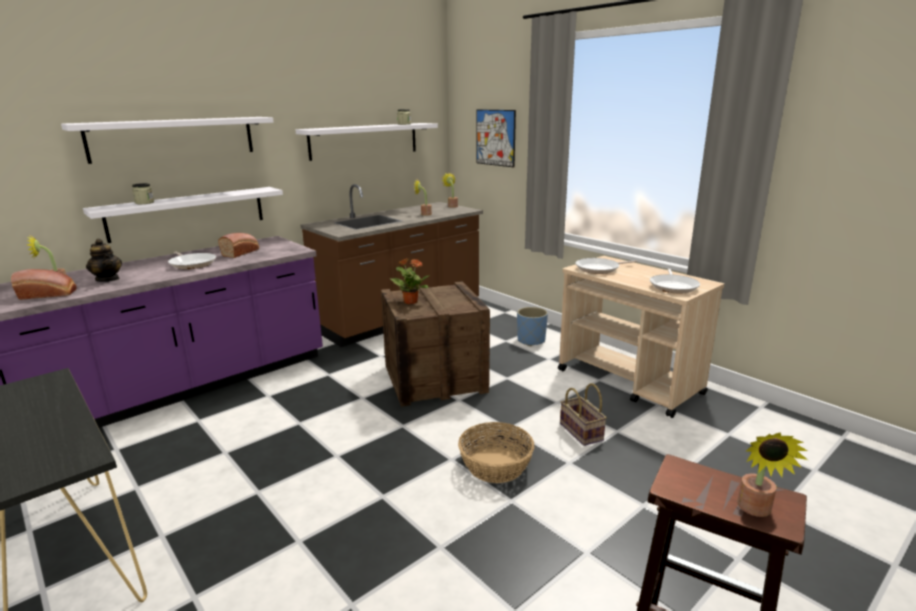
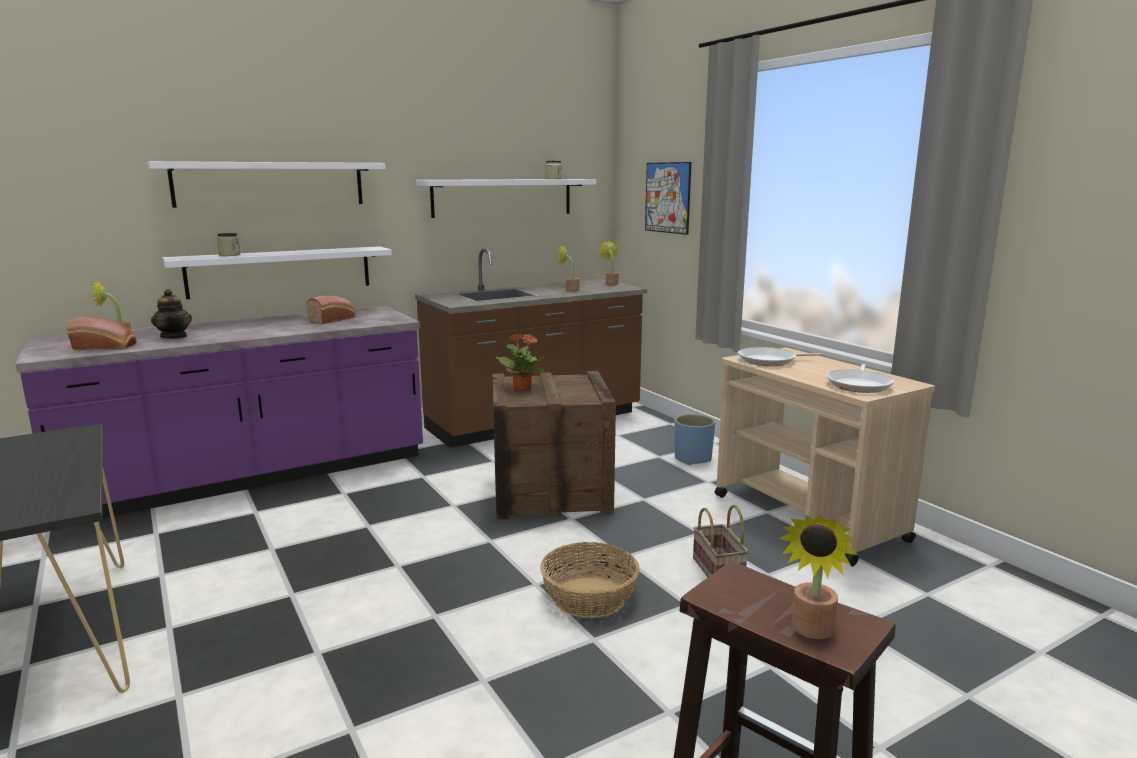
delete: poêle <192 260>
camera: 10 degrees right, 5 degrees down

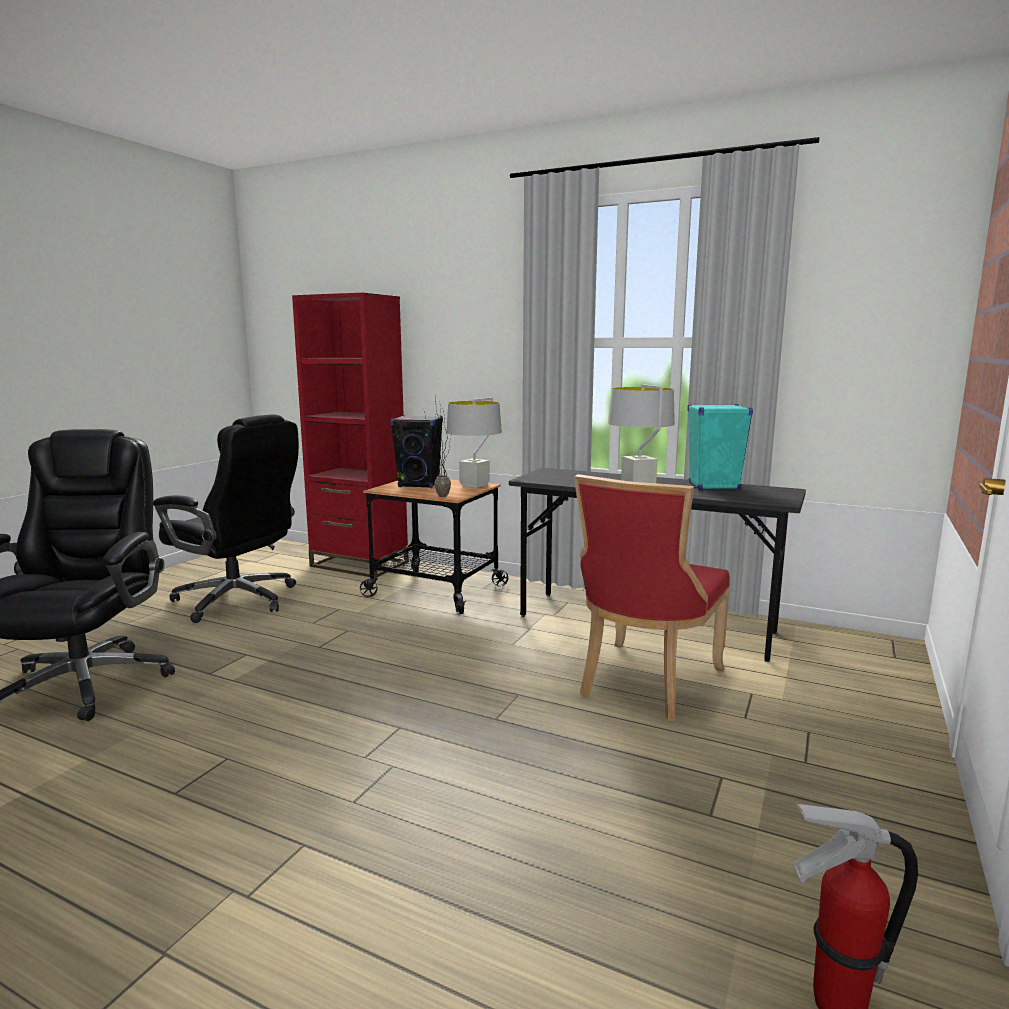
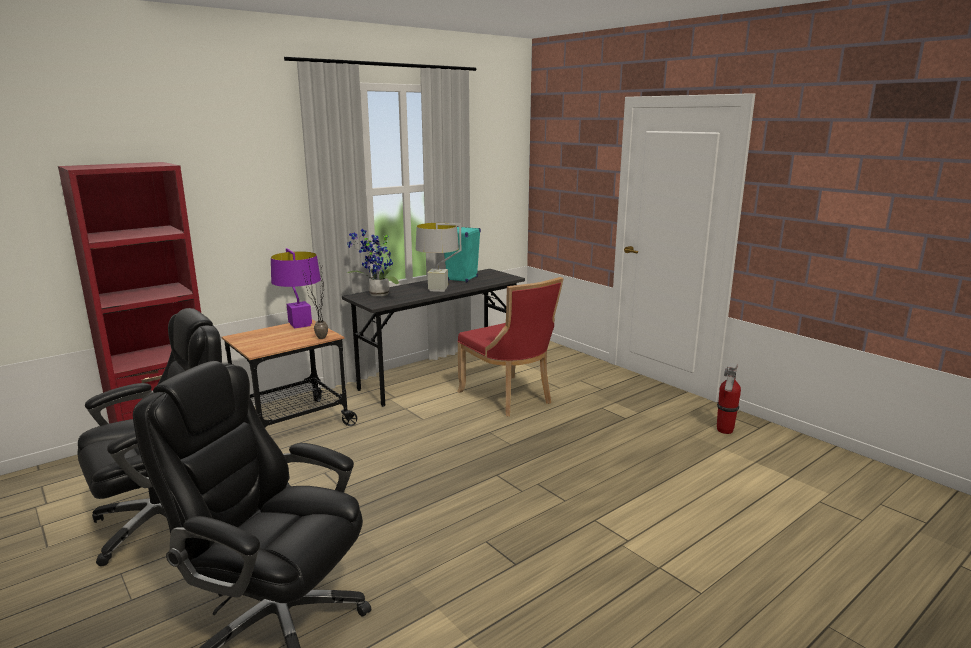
delete: enceinte (noir) <417 451>
insert: plante en pot <373 262>
recolor: lampe de table (gris) <474 442> to lampe de table (violet) <296 288>
camera: 65 degrees left, 5 degrees up

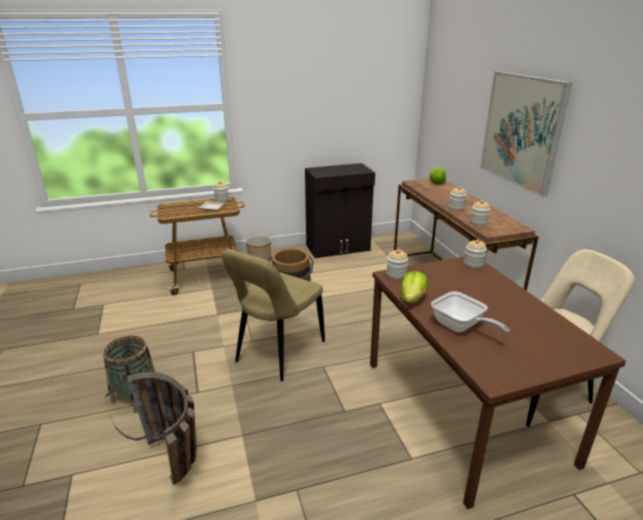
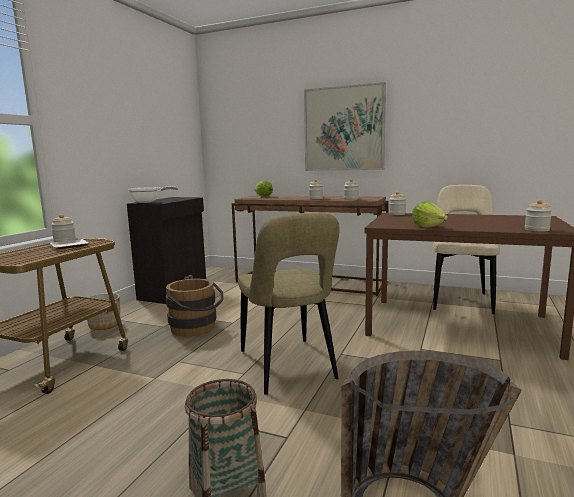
move: bocal <397 264> to <538 216>; poêle <470 312> to <153 194>
camera: 50 degrees left, 15 degrees down

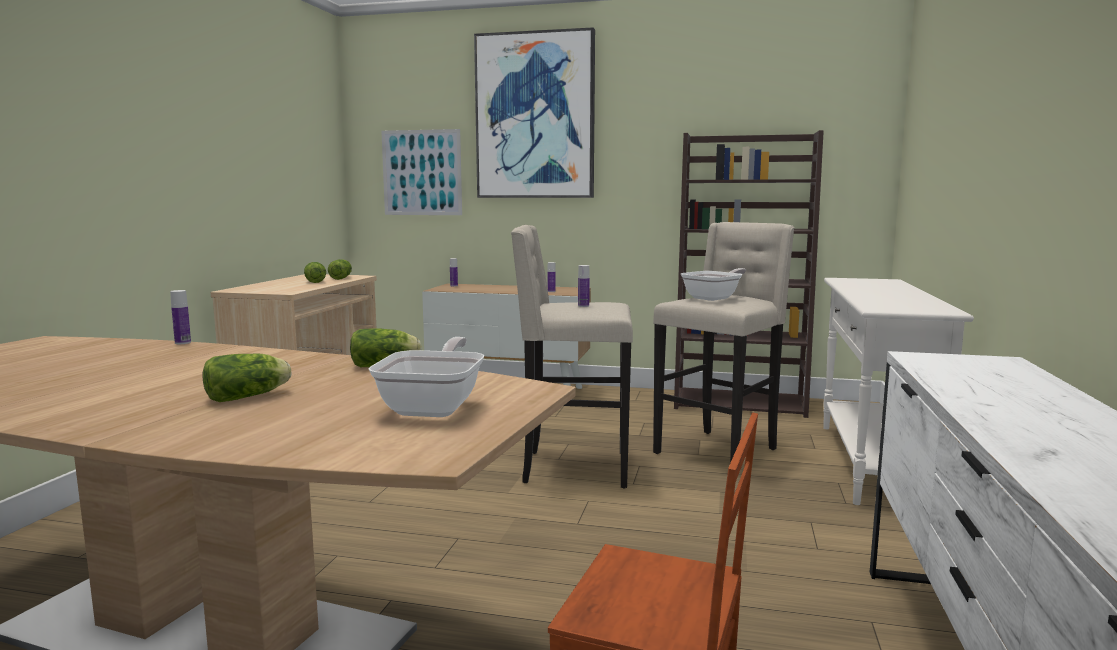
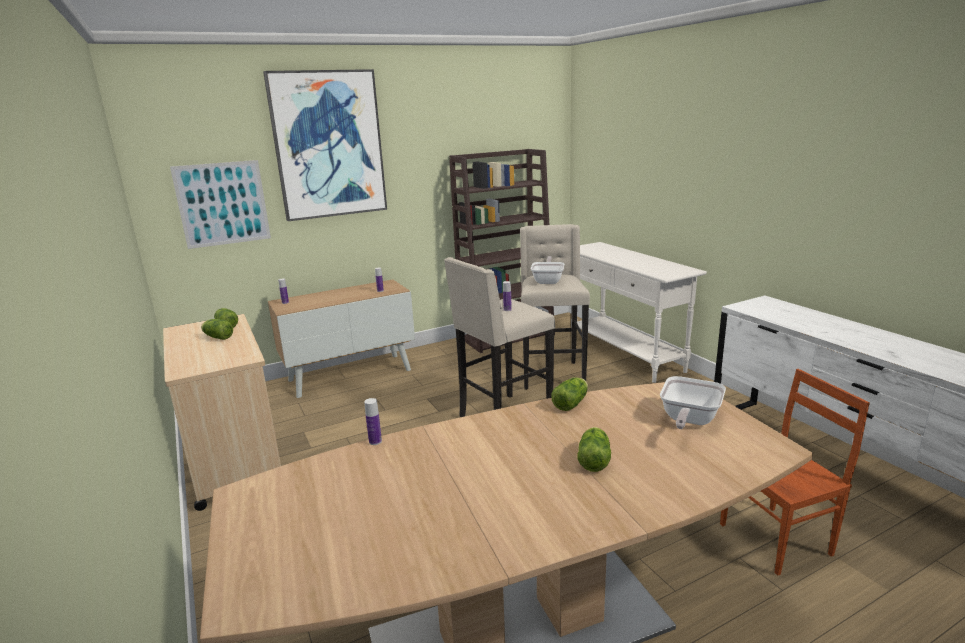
rotate: poêle <426 377> = <693 402> 120 degrees counterclockwise
camera: 40 degrees left, 10 degrees up

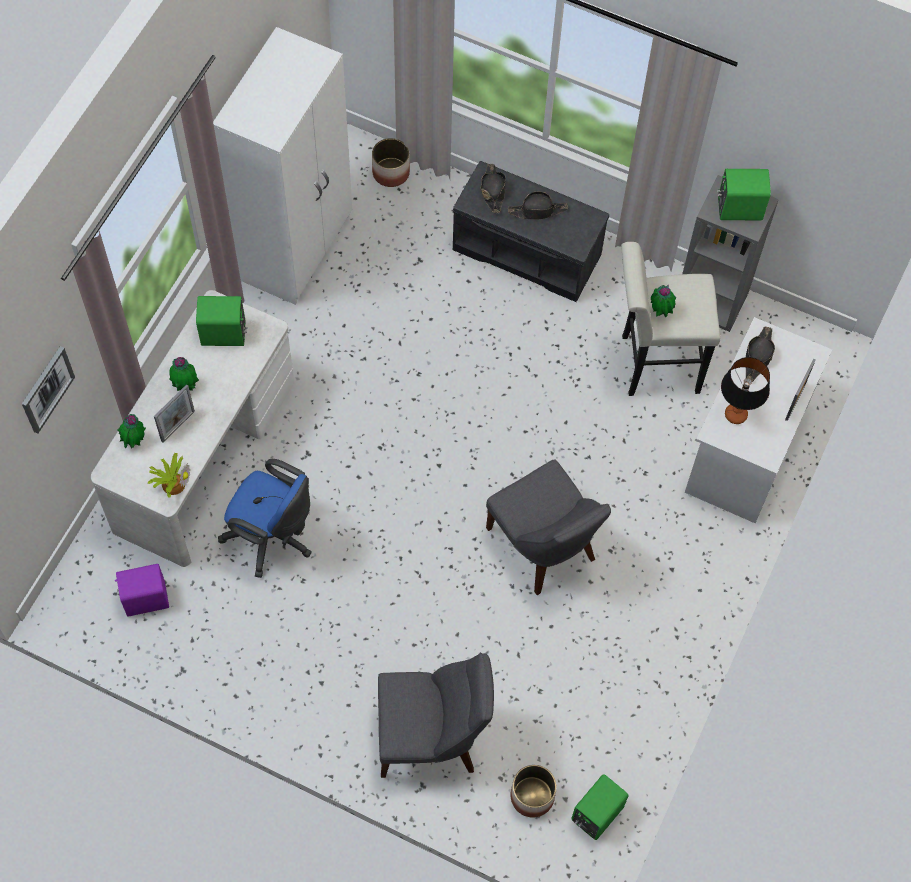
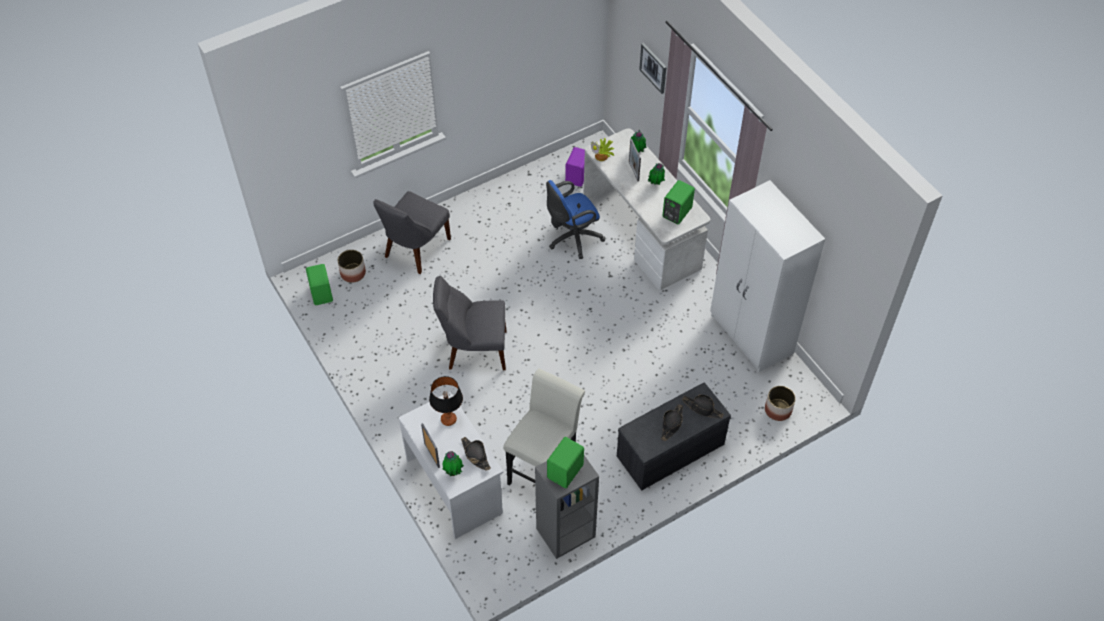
move: plante en pot <663 301> to <453 463>
camera: 125 degrees right, 10 degrees down

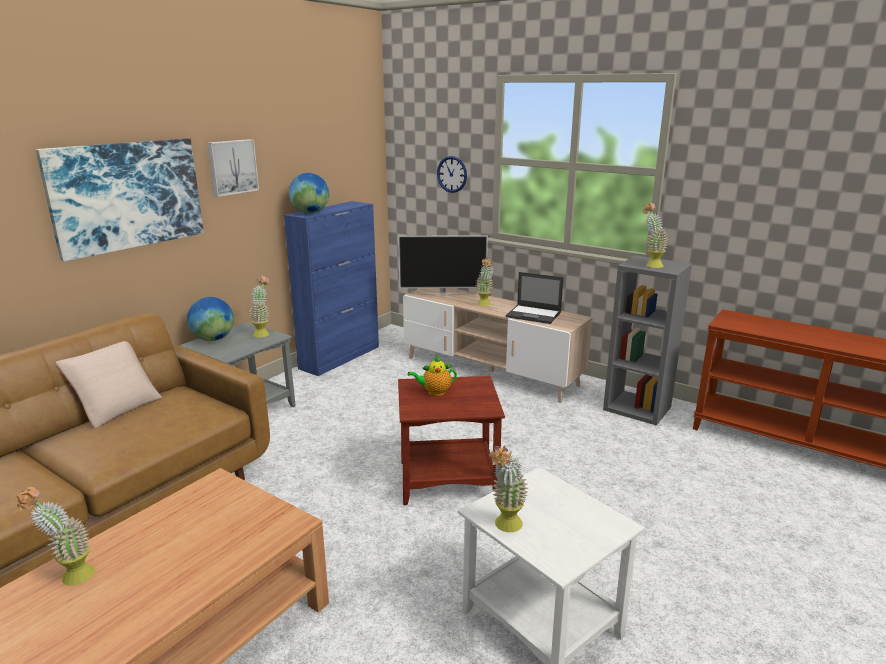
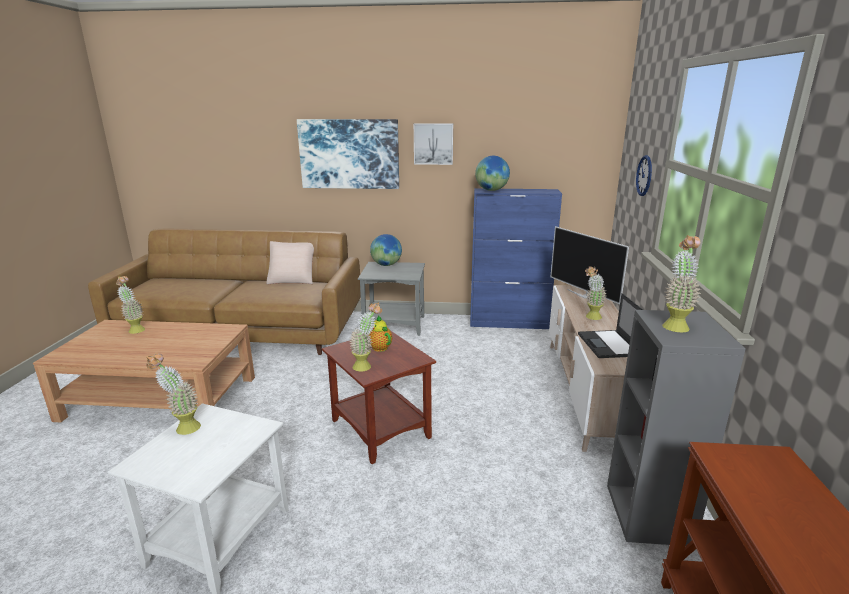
move: plante en pot <259 306> to <365 336>
camera: 60 degrees right, 0 degrees up

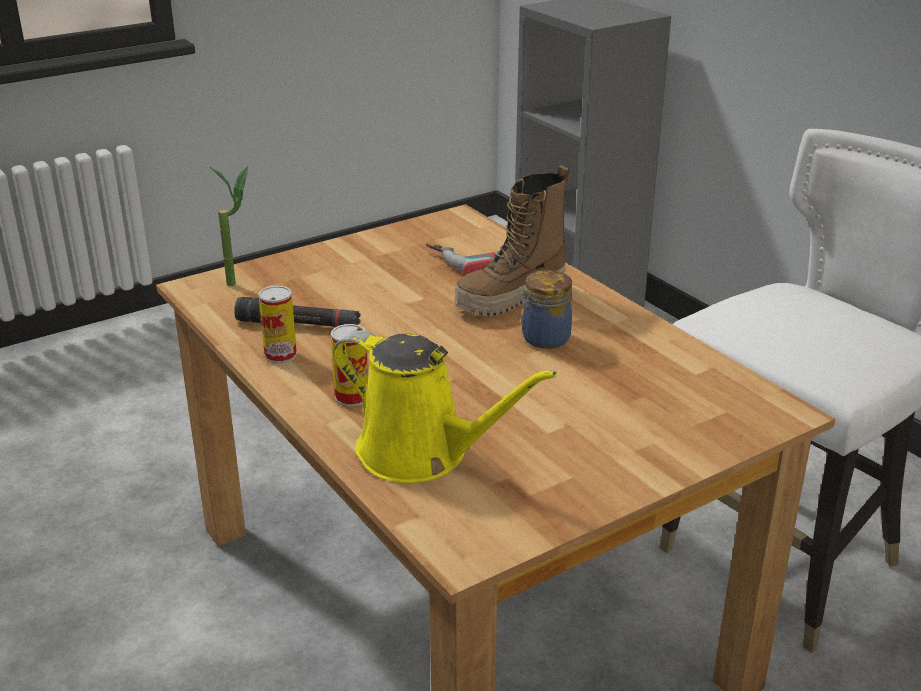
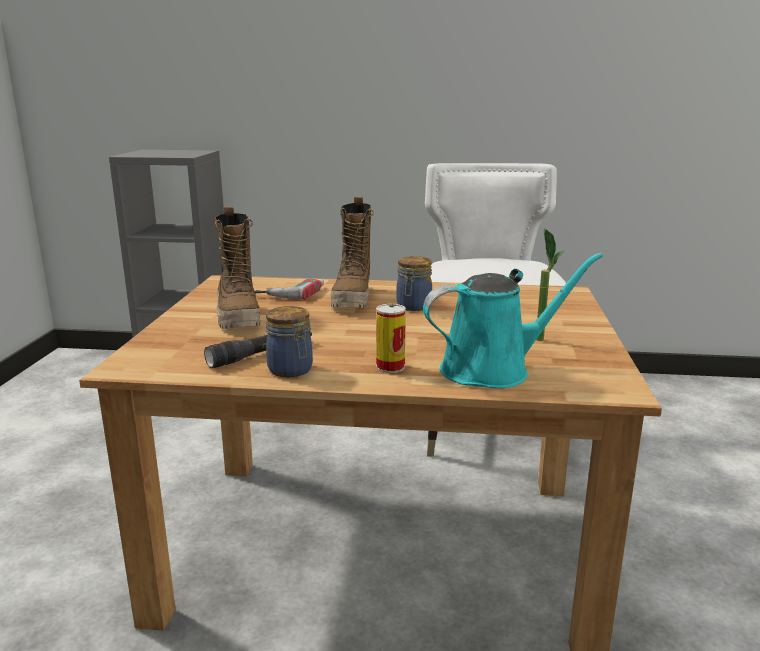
insert: botte <238 267>
move: plante en pot <229 226> to <550 285>
replace: boîte métallique <277 325> to bocal <289 342>
recolor: arrosoir (jaune) <445 406> to arrosoir (turquoise) <513 320>
camera: 50 degrees left, 10 degrees down

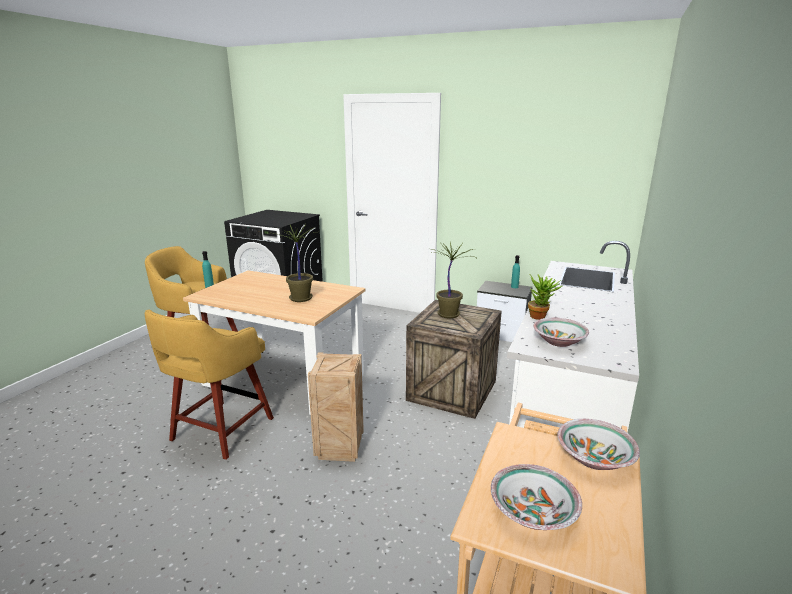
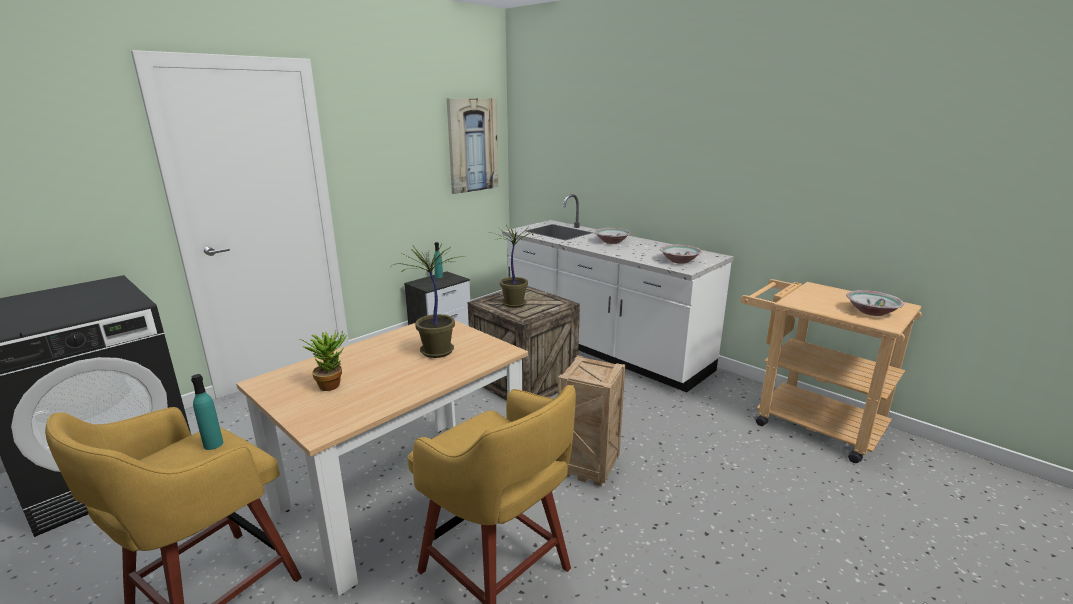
insert: tableau <472 146>
move: plante en pot <545 297> to <323 361>; bol <598 444> to <612 236>
camera: 70 degrees left, 0 degrees up

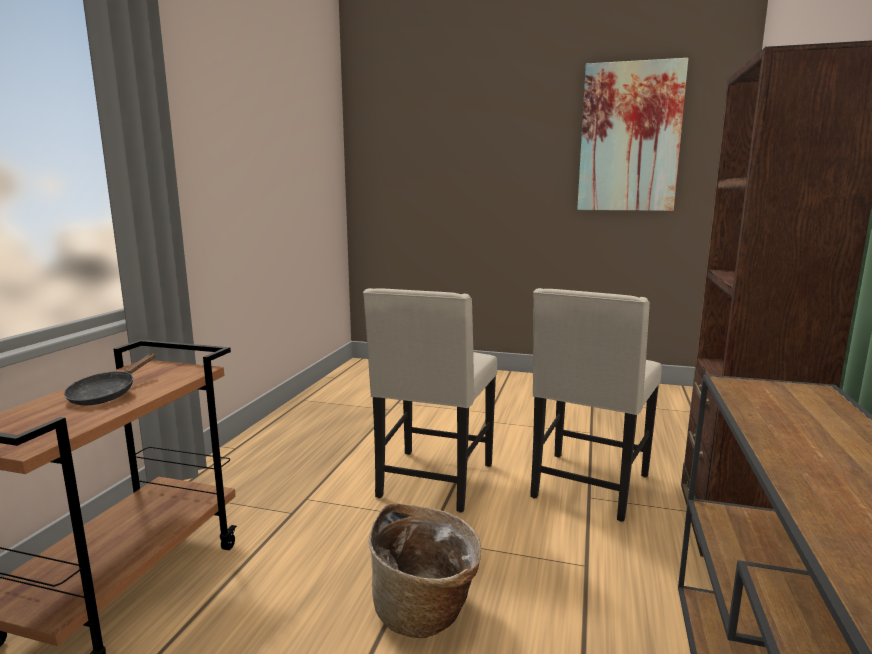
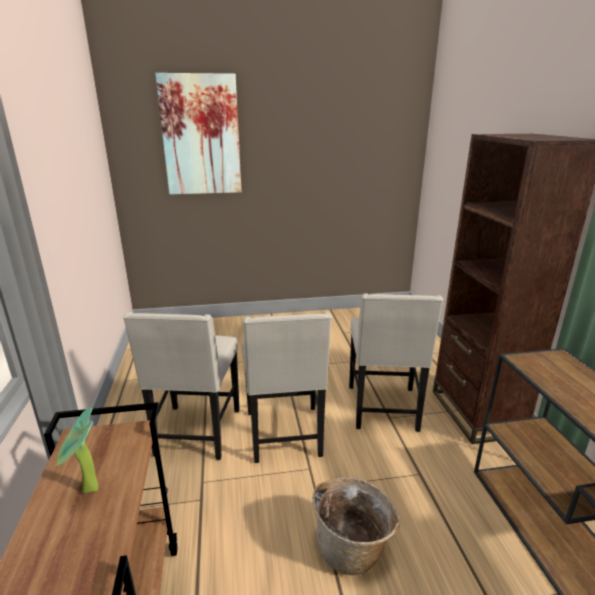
insert: chaise (beige) <181 386>
move: tableau <632 134> to <198 134>
replace: poêle (noir) <109 379> to plante en pot <77 450>
camera: 25 degrees left, 10 degrees up

